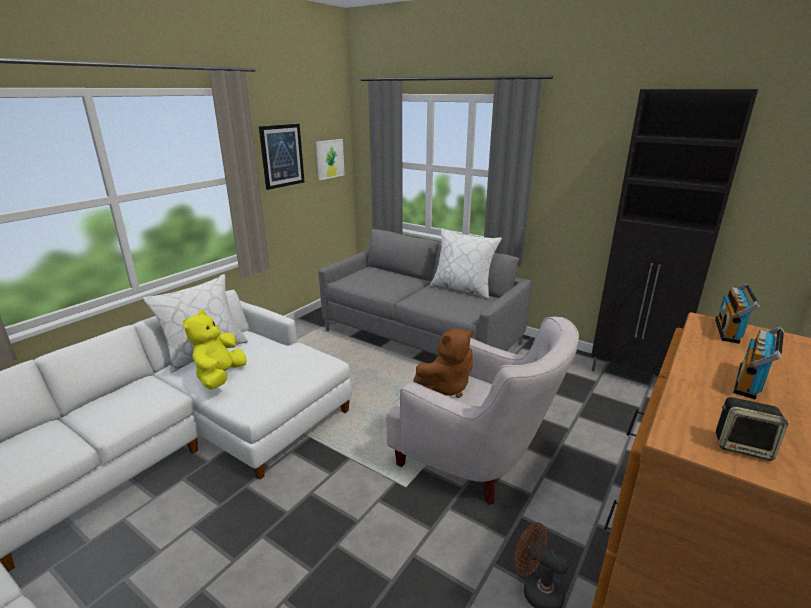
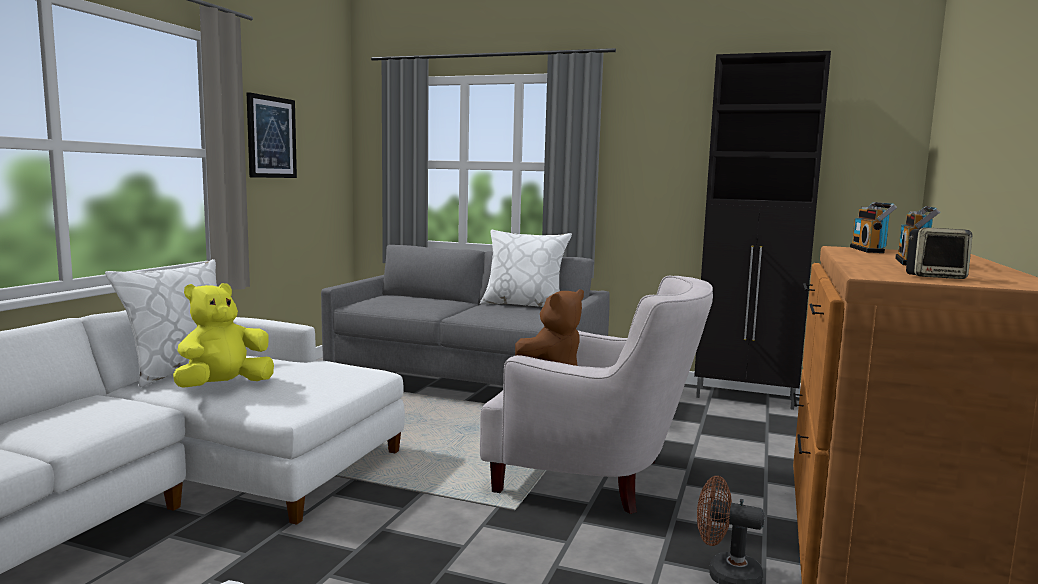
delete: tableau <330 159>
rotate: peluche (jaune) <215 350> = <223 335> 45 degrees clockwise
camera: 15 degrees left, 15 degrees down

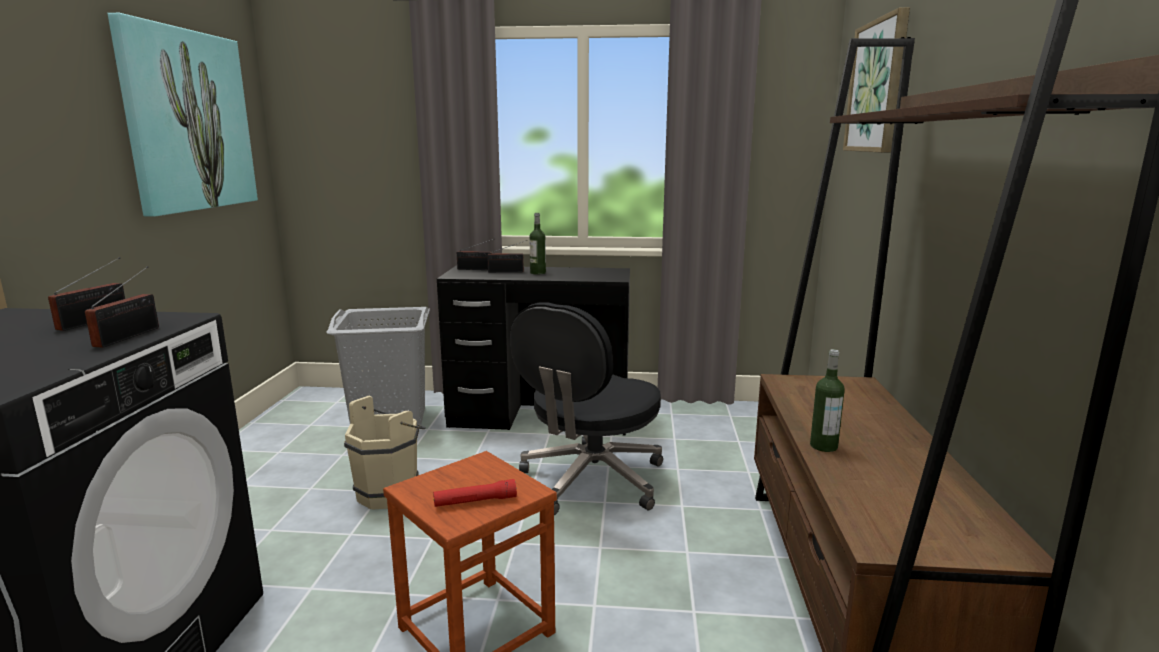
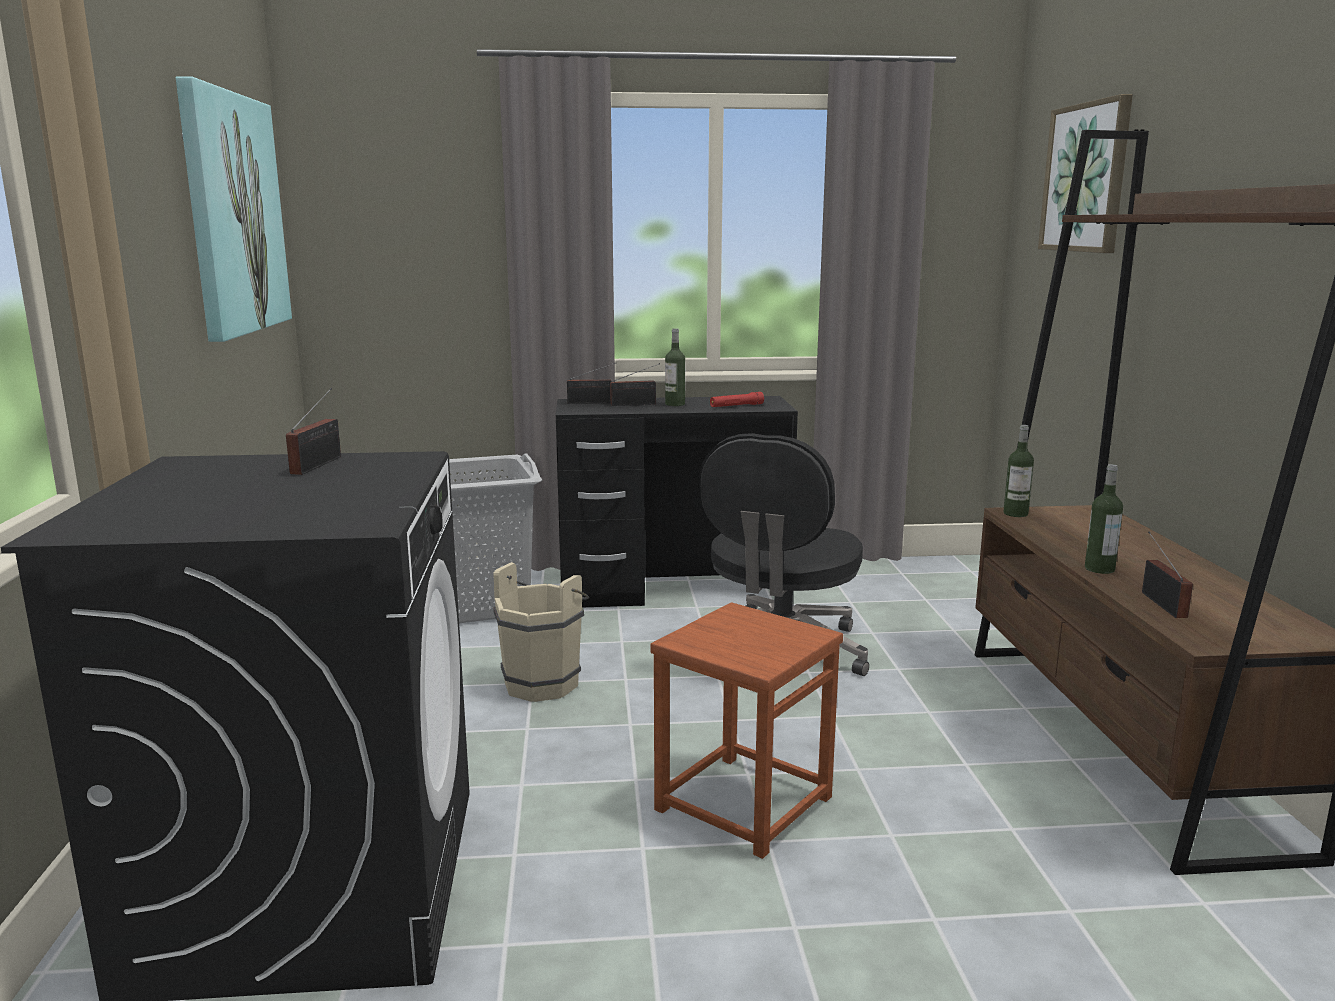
insert: bouteille <1018 471>
move: radio <122 307> to <1167 575>; lampe de poche (rouge) <475 493> to <737 399>
camera: 10 degrees left, 0 degrees up

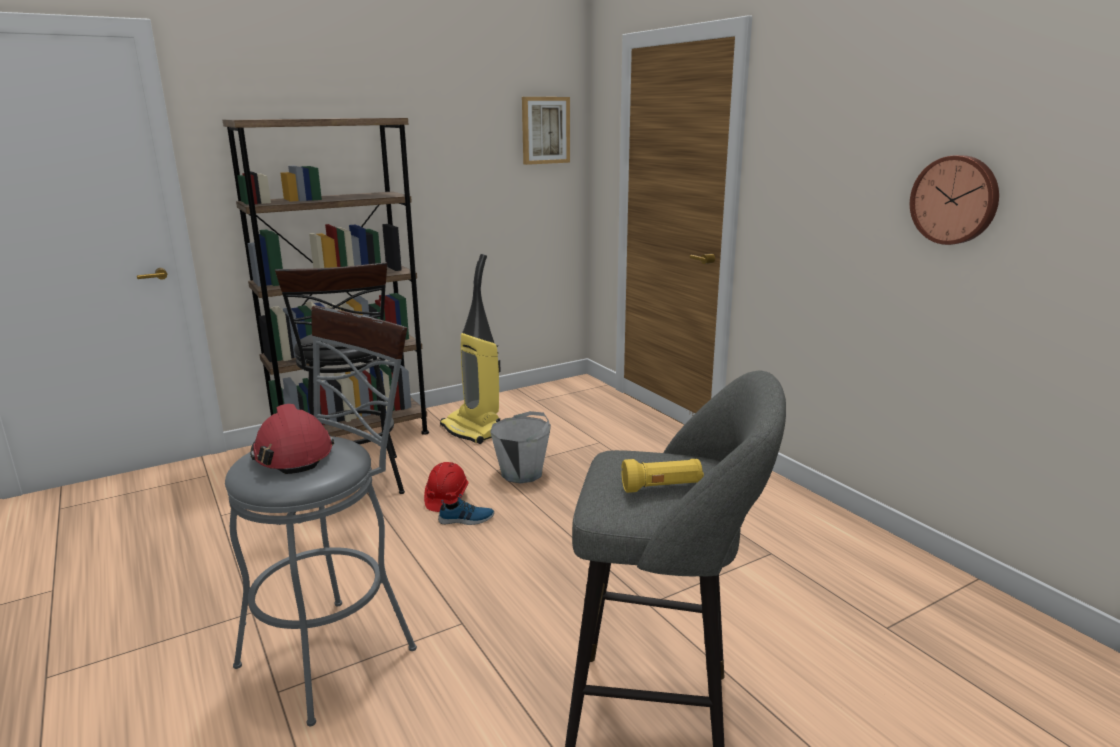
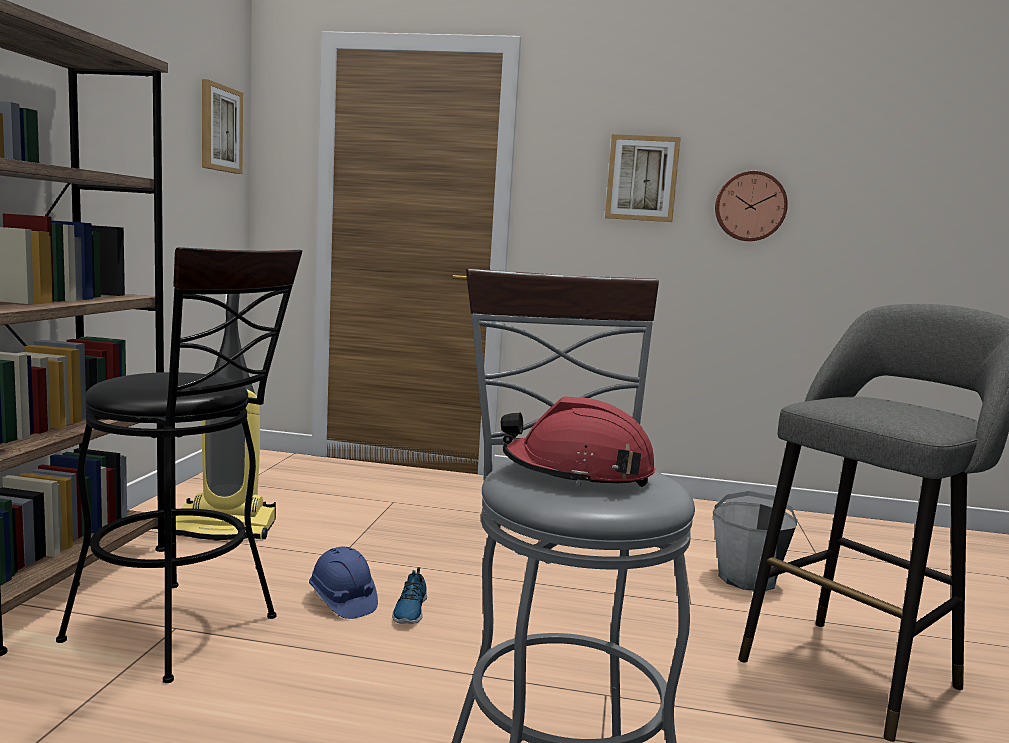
delete: lampe de poche (jaune) <662 476>
insert: tableau <643 178>
move: seau (gris) <520 447> to <755 541>
recolor: casque de chantier (rouge) <446 487> to casque de chantier (bleu) <343 583>
rotate: chaussure <466 509> = <409 595> 150 degrees clockwise
camera: 50 degrees left, 10 degrees down

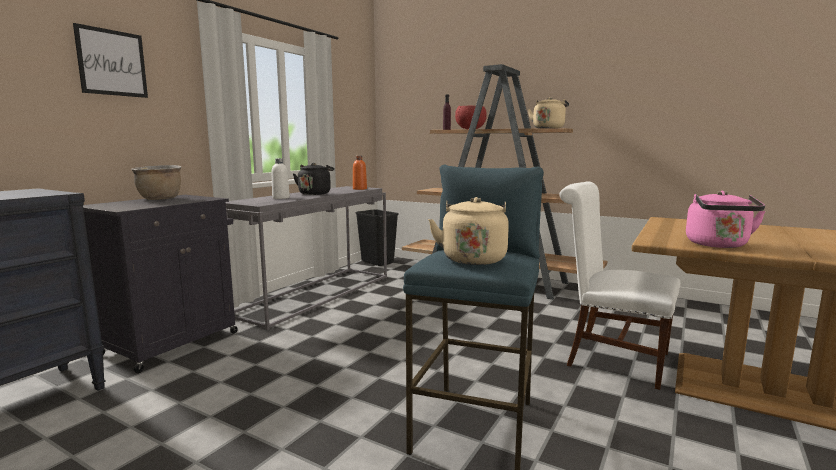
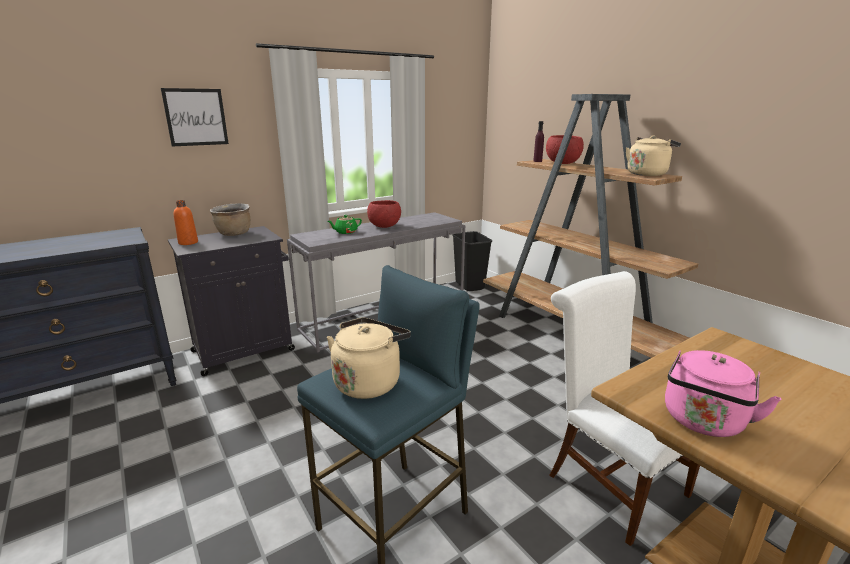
move: bouteille (orange) <360 173> to <186 222>
replace: bouteille (blanc) <281 178> to théière (vert) <345 224>; bouilloire (noir) <313 179> to bol (rouge) <384 214>
camera: 25 degrees right, 10 degrees up

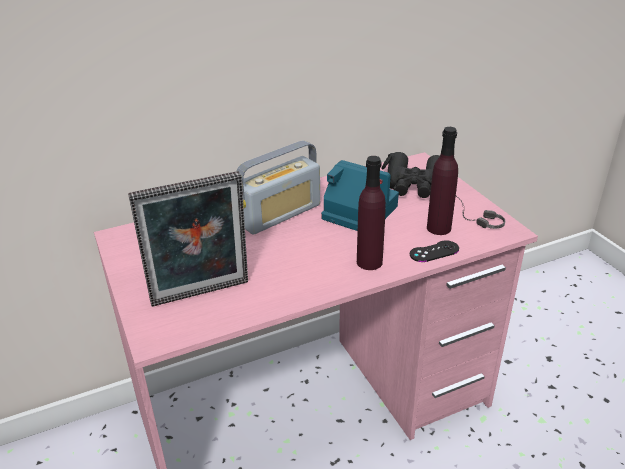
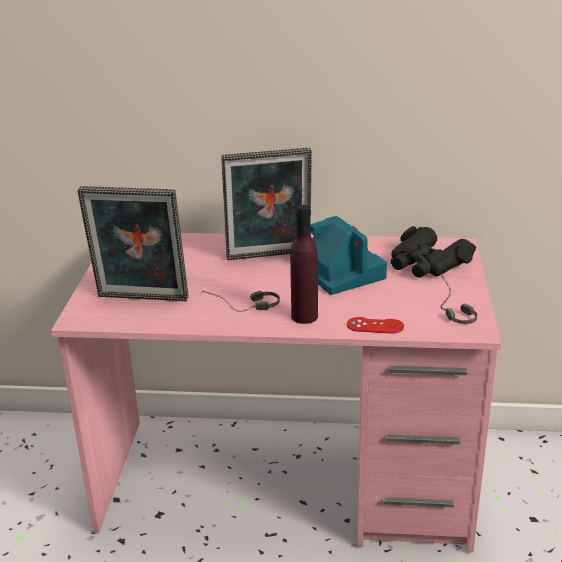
delete: bouteille (violet) <442 181>
insert: casque audio <240 301>
replace: radio <278 187> to cadre photo <266 204>
recolor: manette (noir) <434 251> to manette (rouge) <375 325>
camera: 30 degrees right, 5 degrees down

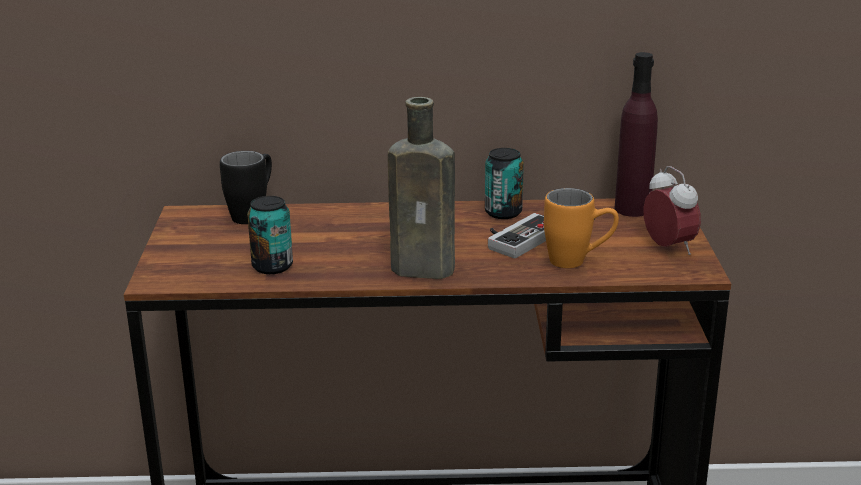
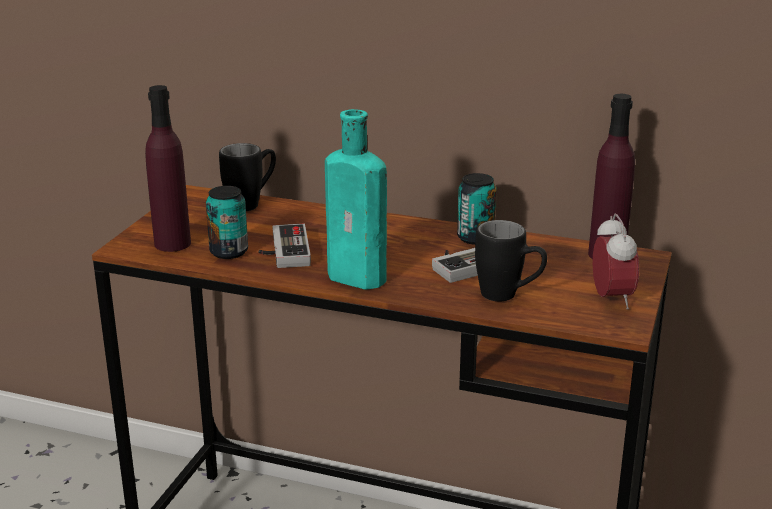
insert: bouteille (violet) <168 168>; manette <284 246>
recolor: bouteille (marron) <421 188> to bouteille (turquoise) <356 199>; mug (orange) <581 228> to mug (noir) <511 260>
camera: 20 degrees right, 0 degrees up

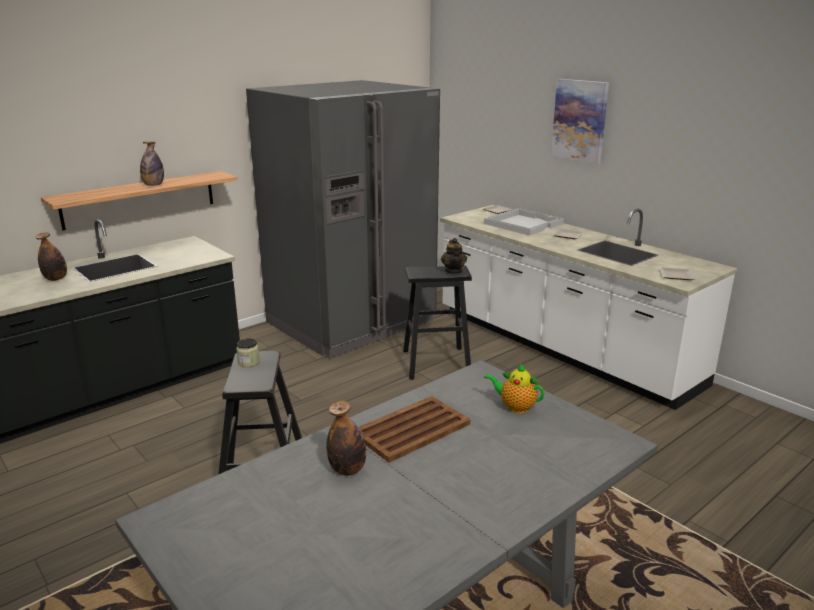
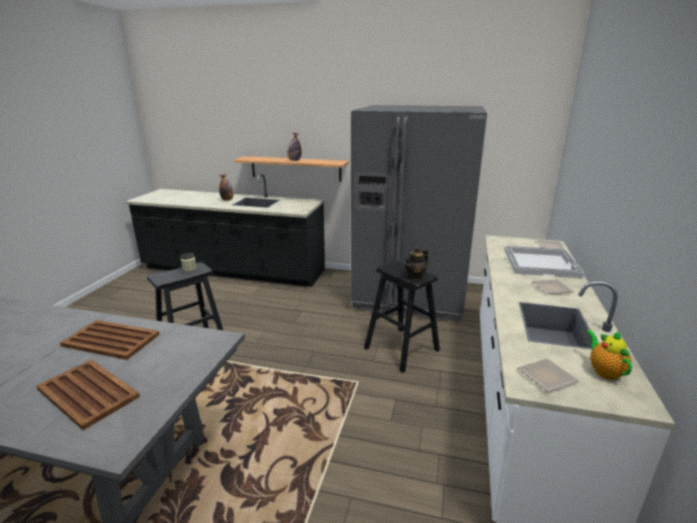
delete: bouteille <346 438>; tableau <580 121>
insert: plateau (marron) <88 395>
move: théière <514 388> to <609 355>
camera: 55 degrees right, 0 degrees up

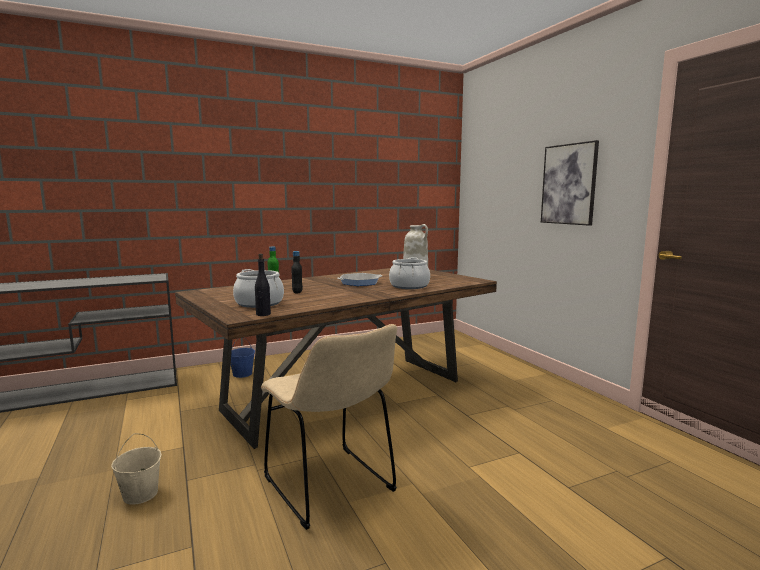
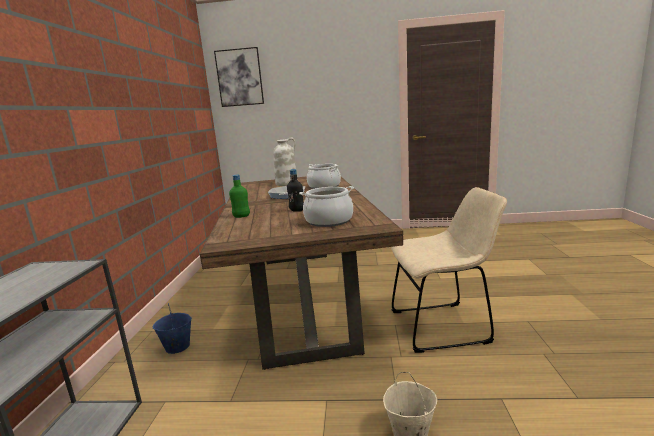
delete: bouteille (noir) <263 285>
move: tableau <570 183> to <239 77>
camera: 60 degrees left, 5 degrees up

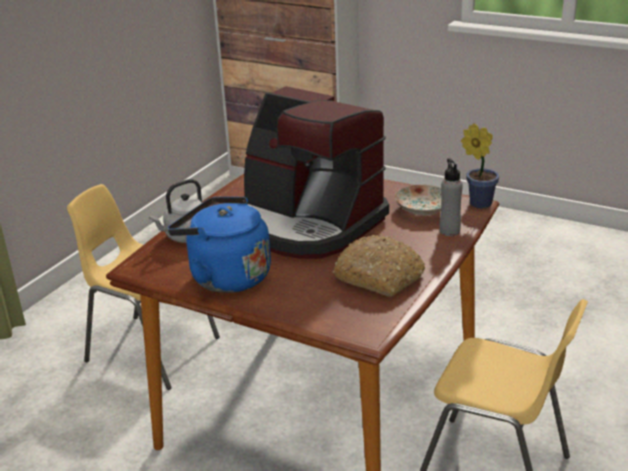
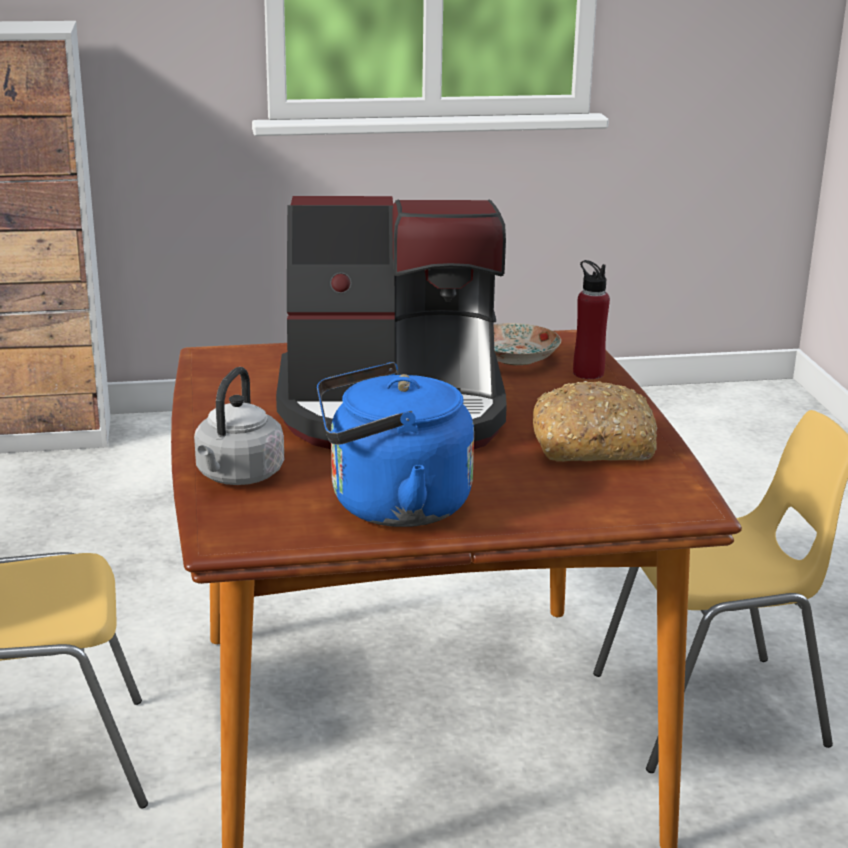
delete: plante en pot <480 166>
recolor: bouteille (gris) <451 197> to bouteille (rouge) <591 319>
camera: 40 degrees left, 5 degrees down

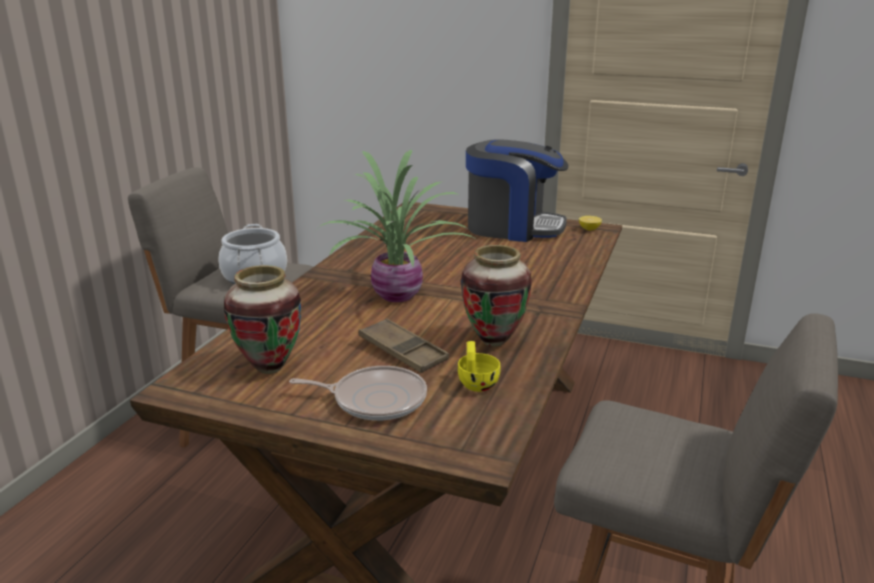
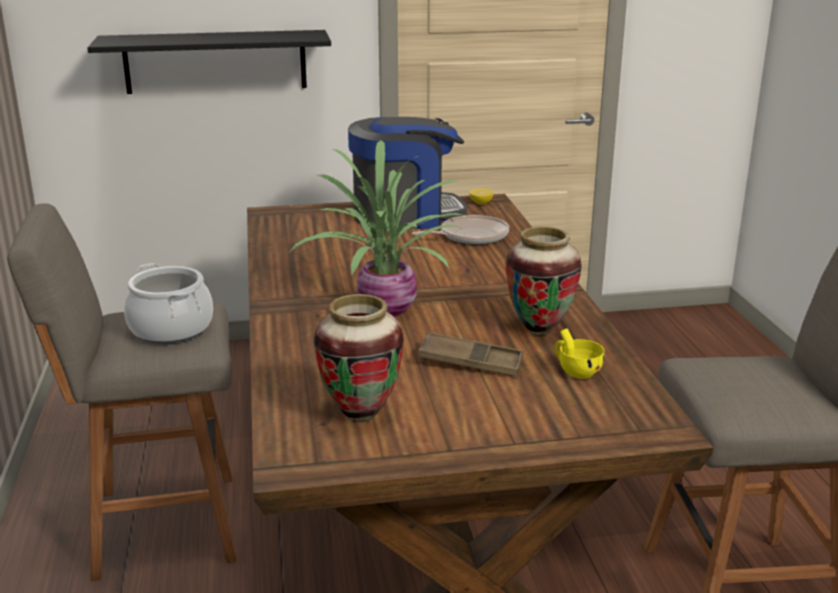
insert: étagère (noir) <209 62>
move: poêle <358 393> to <460 230>
camera: 30 degrees left, 0 degrees up

